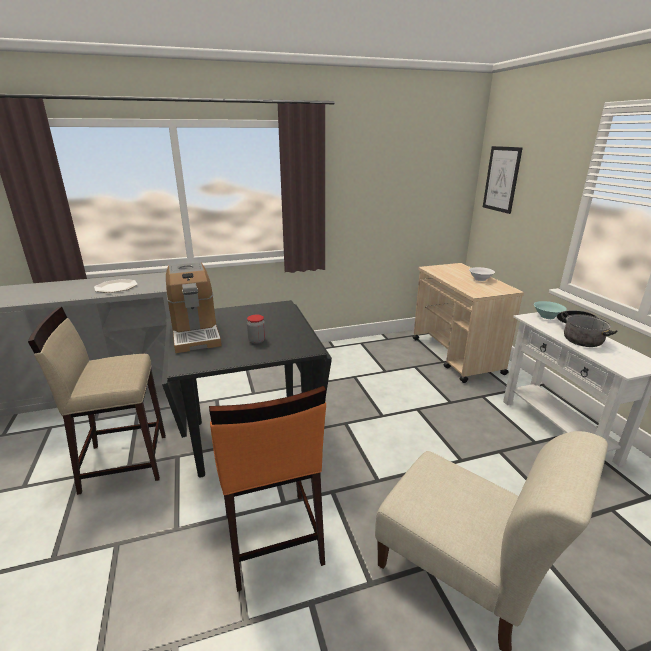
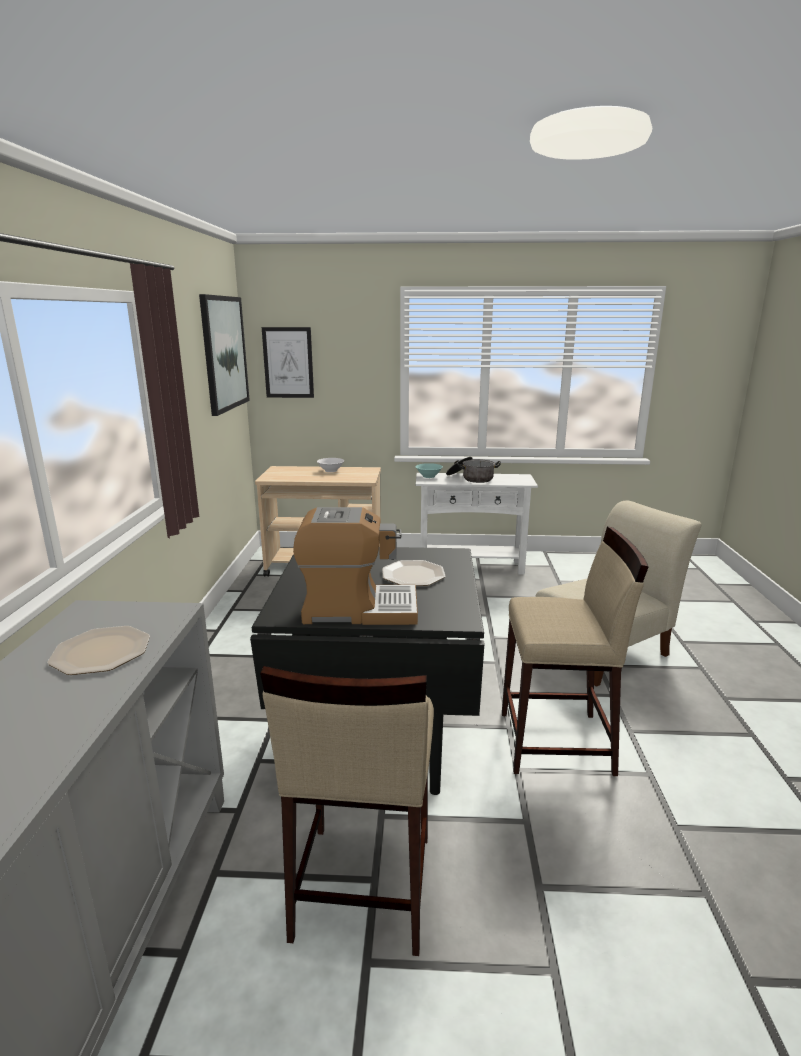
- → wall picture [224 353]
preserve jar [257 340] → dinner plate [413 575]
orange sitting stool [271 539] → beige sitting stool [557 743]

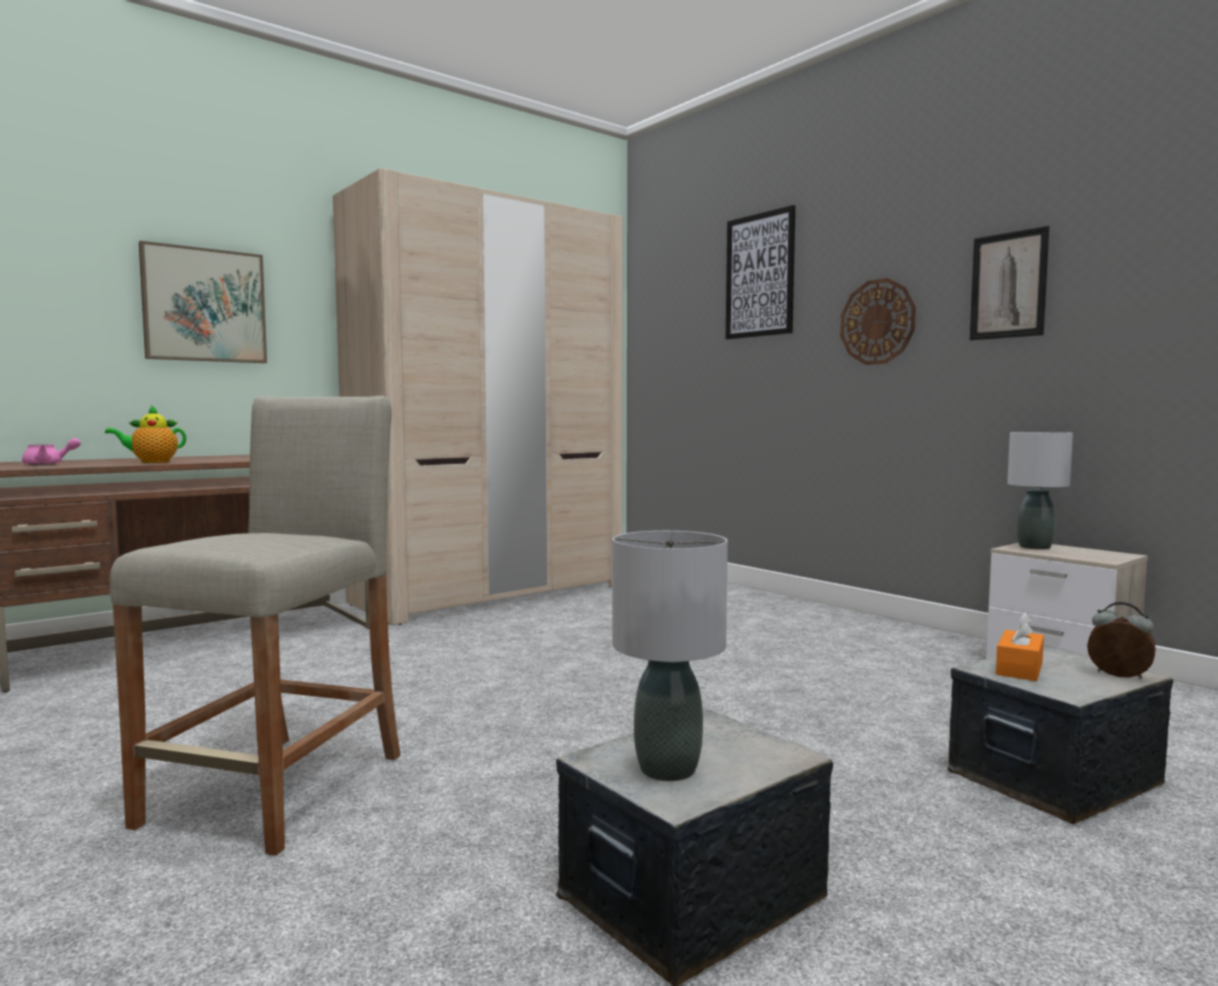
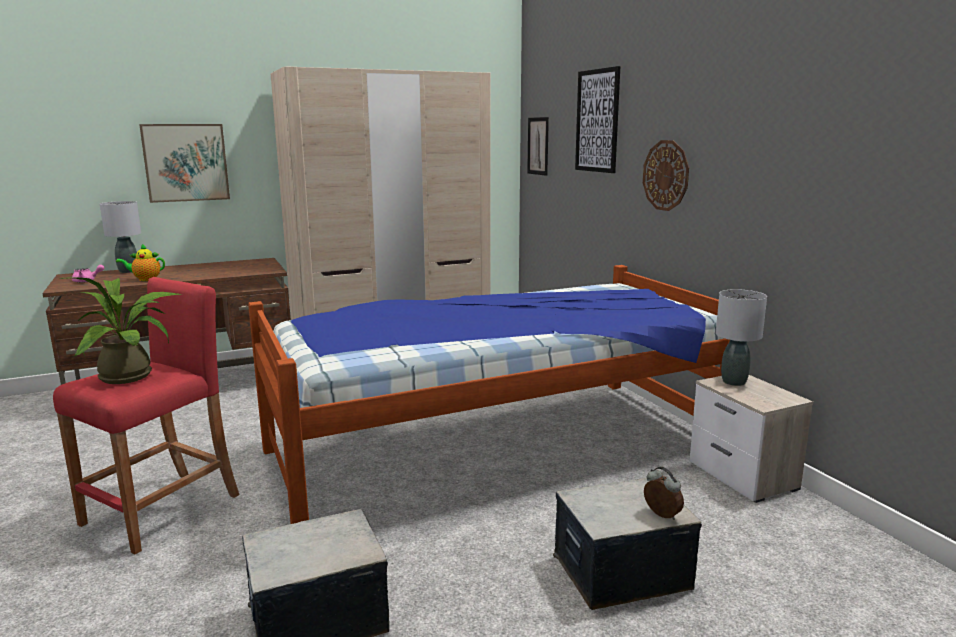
orange box of tissues [1019 668] → -
- → potted plant [133 375]
- → sleeping bed [493 448]
gray tabletop lamp [667 768] → gray tabletop lamp [128 271], moved
wall picture [1008 285] → wall picture [538 146], moved
beige sitting stool [278 789] → red sitting stool [162 510]

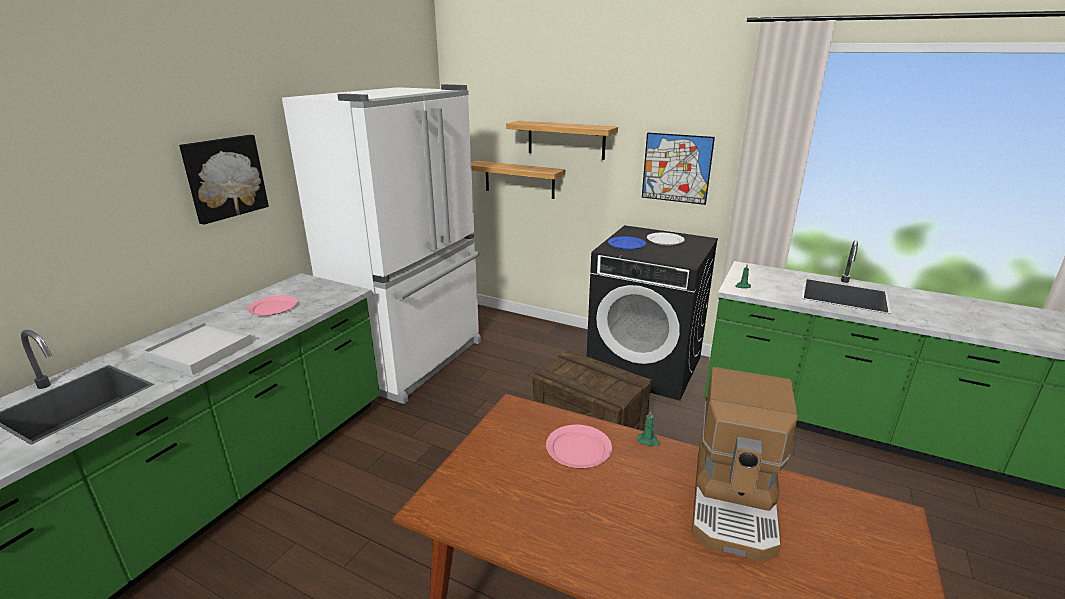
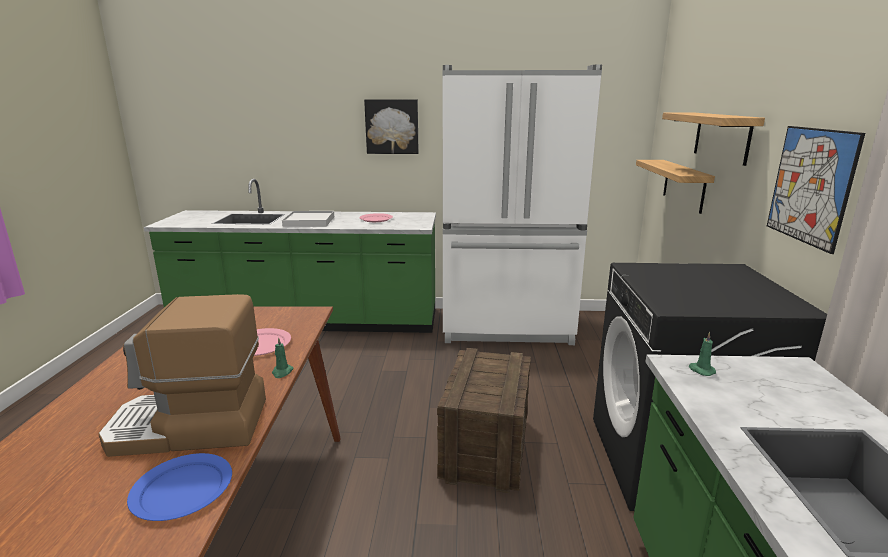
white dinner plate [665 240] → -
blue dinner plate [626 244] → blue dinner plate [183 489], moved

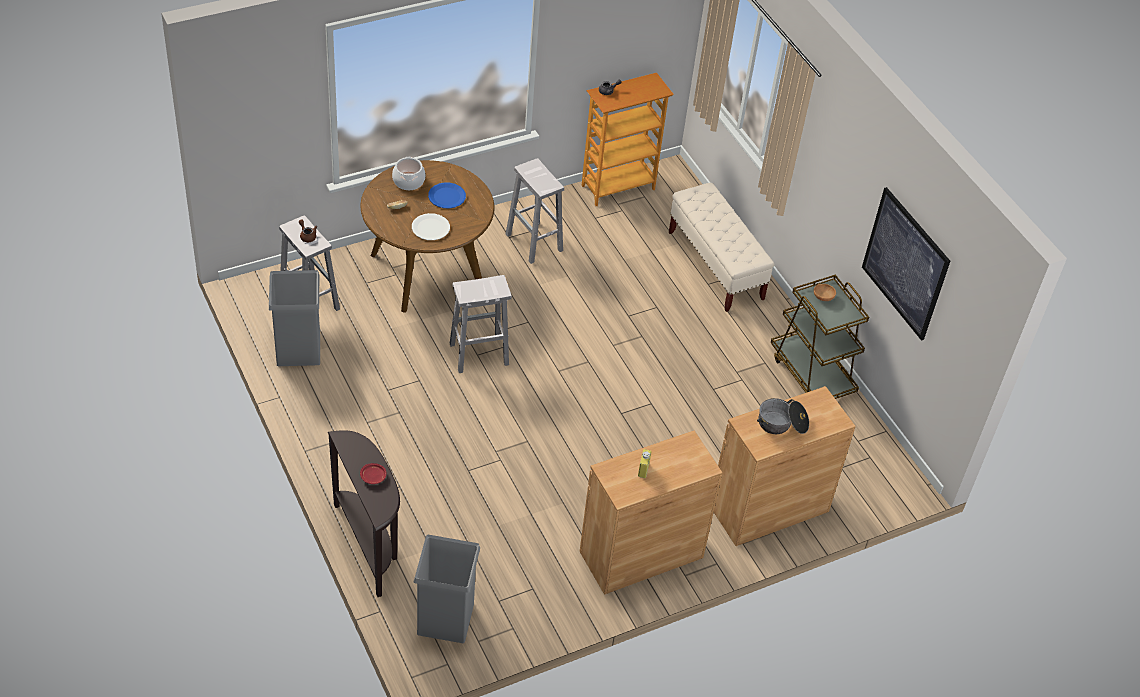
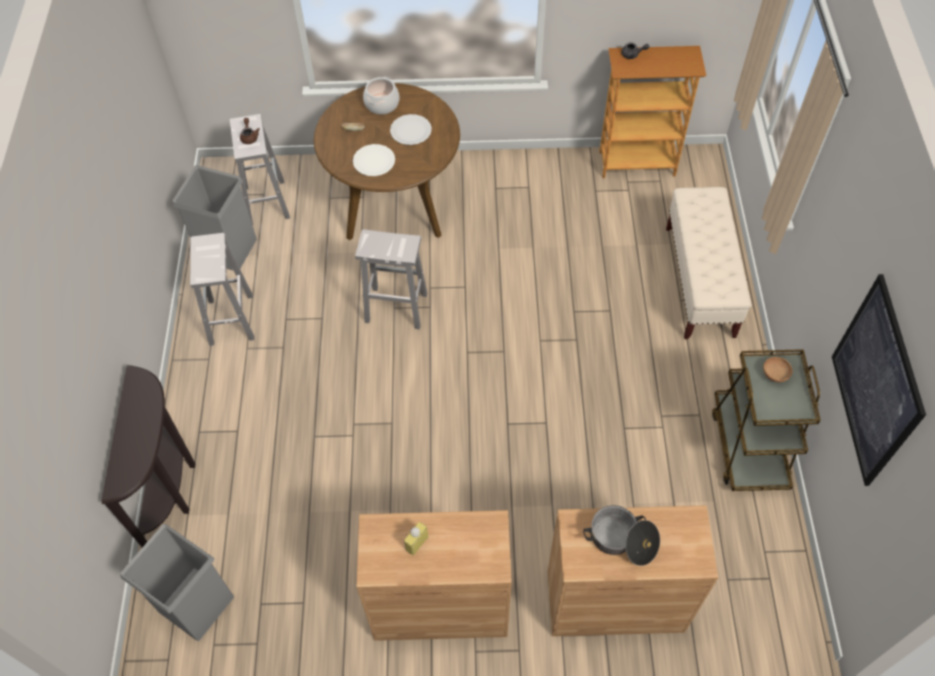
red dinner plate [373 477] → -
white sitting stool [534 243] → white sitting stool [231 320], moved
blue dinner plate [446 196] → white dinner plate [410 130]

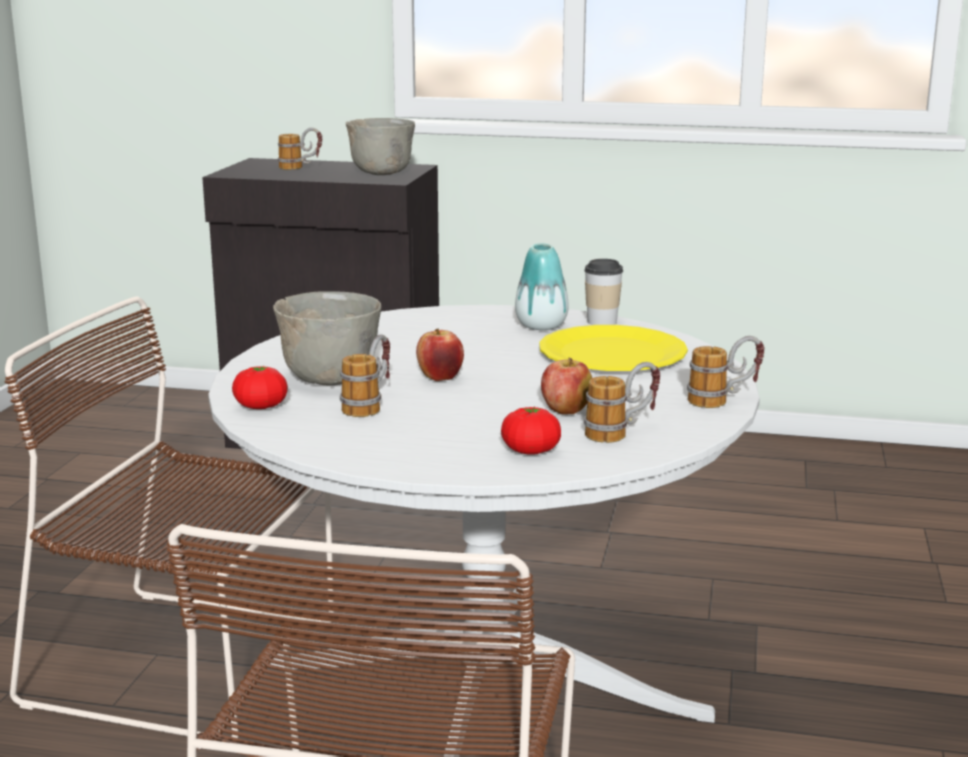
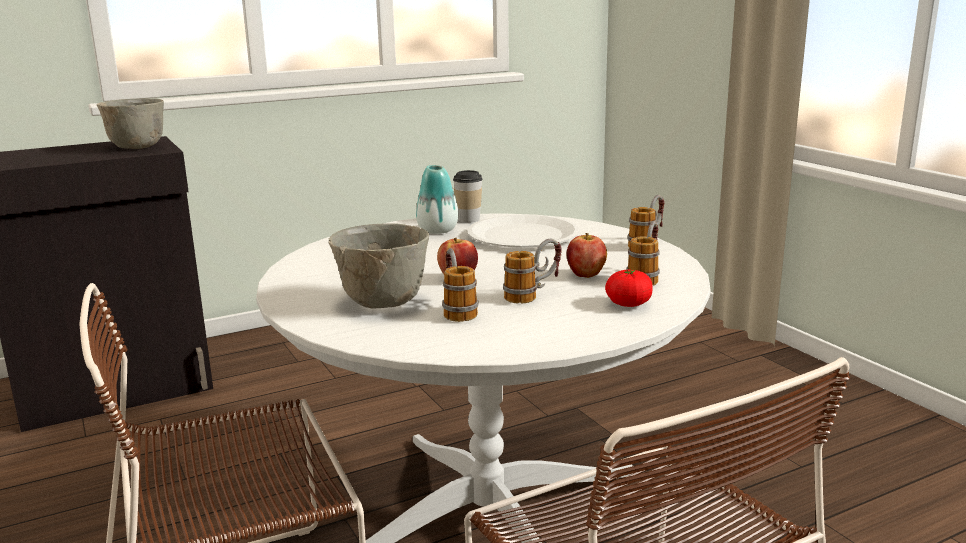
whole tomato [261 406] → -
coffee mug [301 168] → coffee mug [533 295], moved
yellowish dinner plate [612 354] → white dinner plate [523 235]

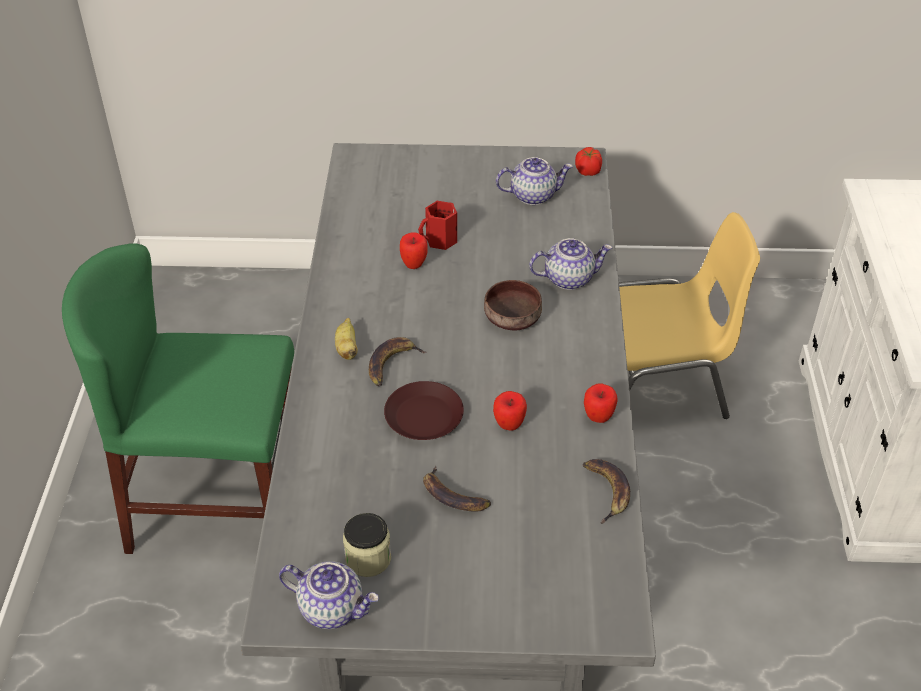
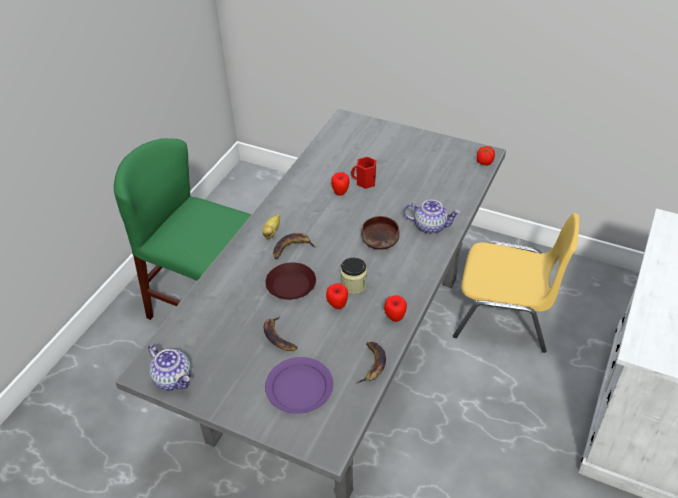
pot for tea [533 195] → -
- → purple-coloured dinner plate [300 387]
preserve jar [368 558] → preserve jar [353 285], moved

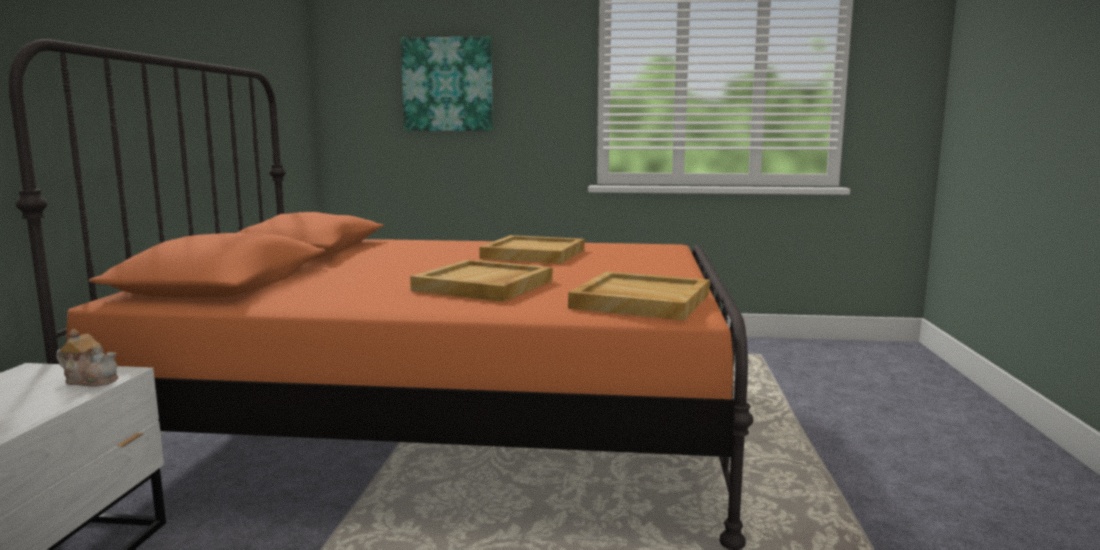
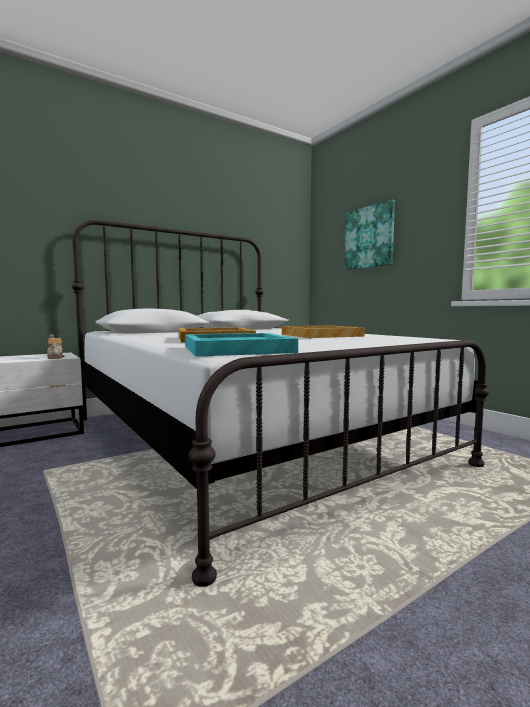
orange sleeping bed [447 425] → white sleeping bed [246 438]
beige tray [639 301] → turquoise tray [236 349]

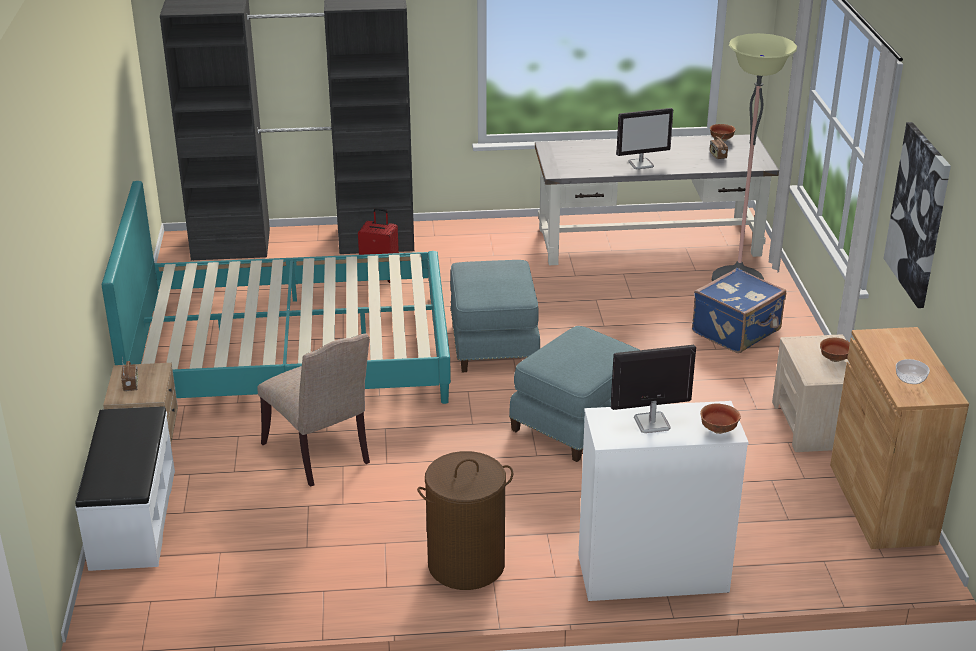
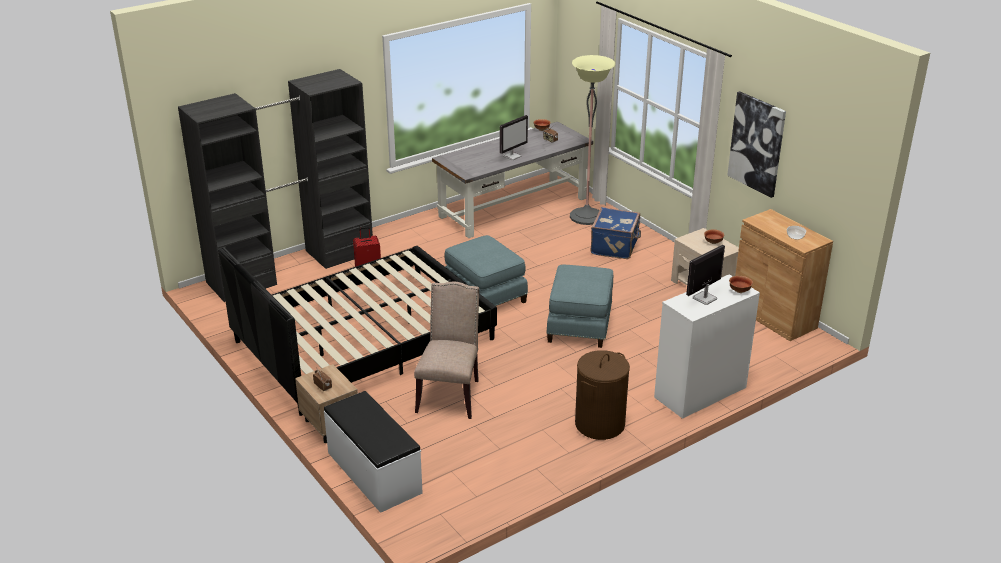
turquoise sleeping bed [292 353] → black sleeping bed [364 340]
beige upright chair [320 454] → beige upright chair [450 394], 105 degrees counterclockwise

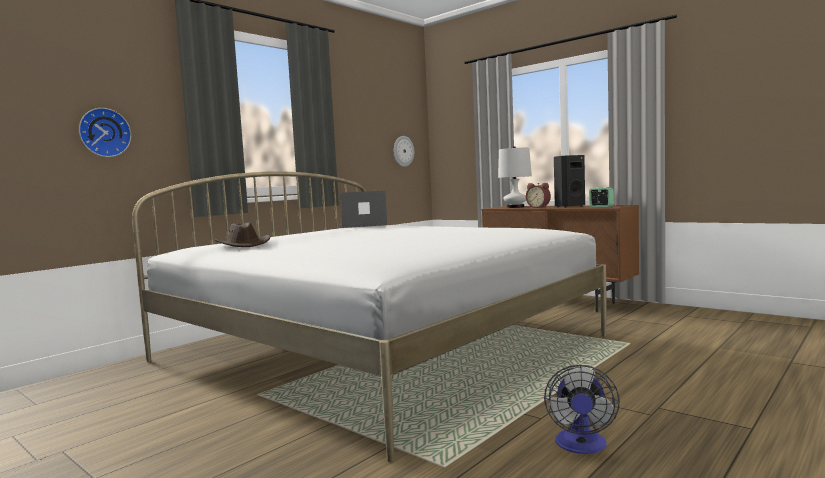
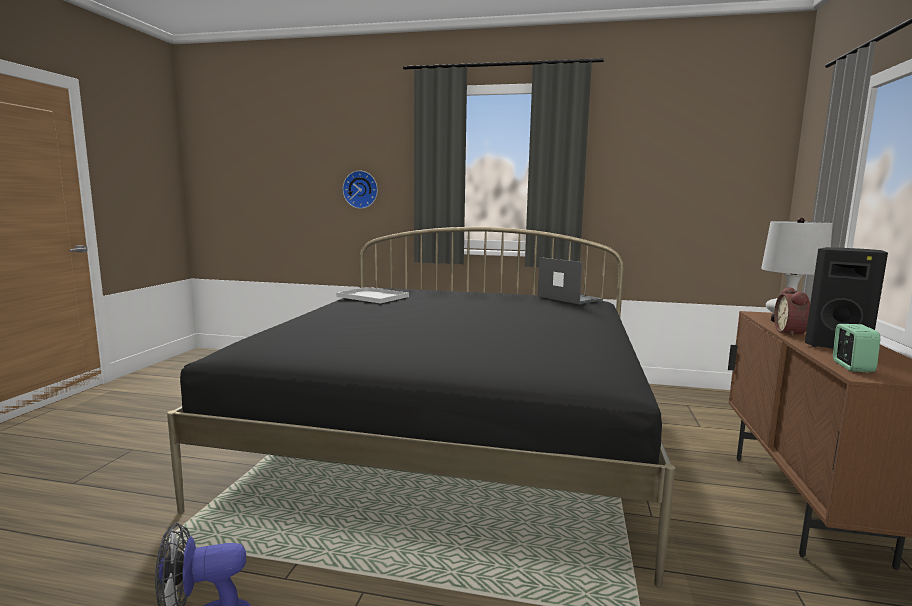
clock on the wall [403 151] → -
brown-coloured hat [244 245] → white tray [374 297]
white sleeping bed [378 348] → black sleeping bed [453 433]

